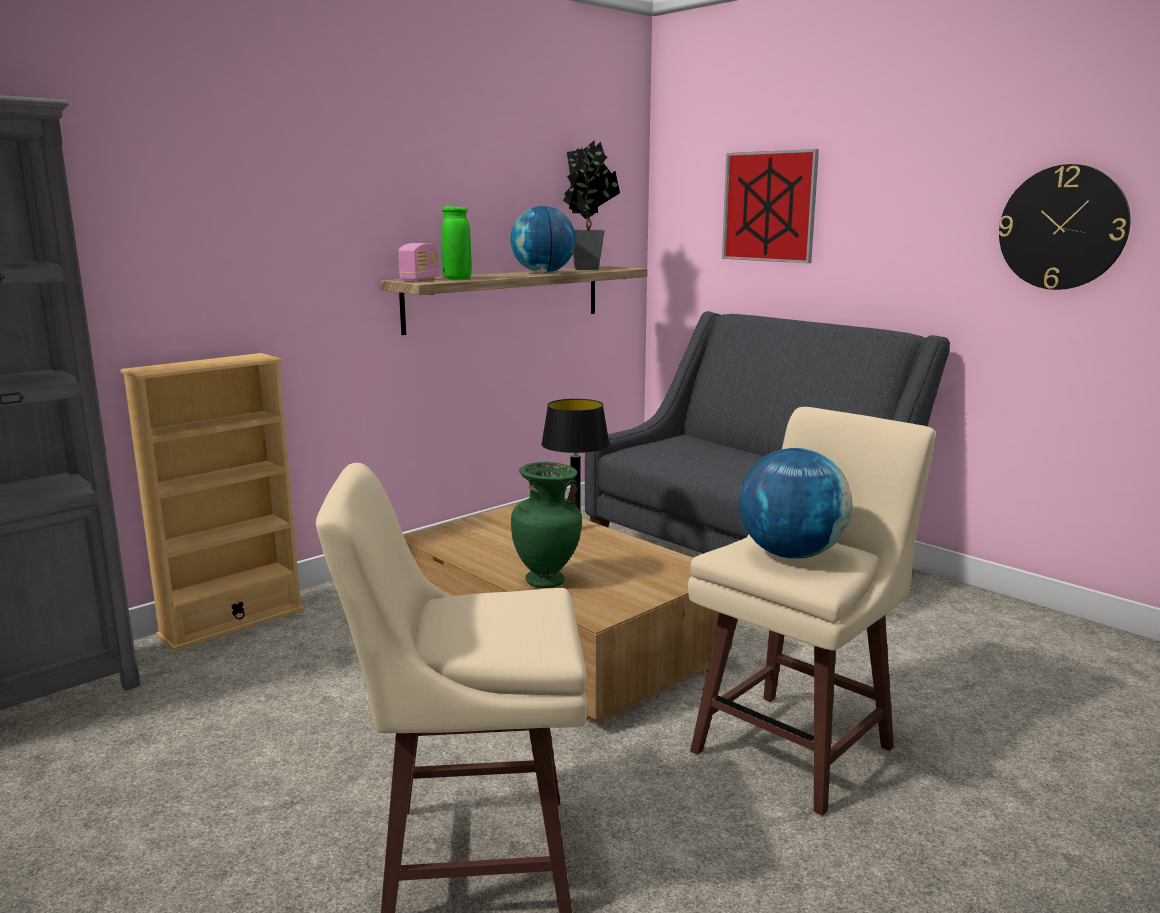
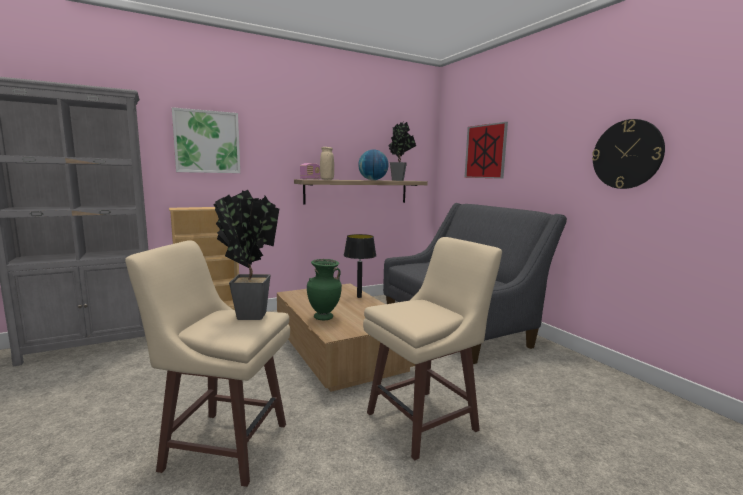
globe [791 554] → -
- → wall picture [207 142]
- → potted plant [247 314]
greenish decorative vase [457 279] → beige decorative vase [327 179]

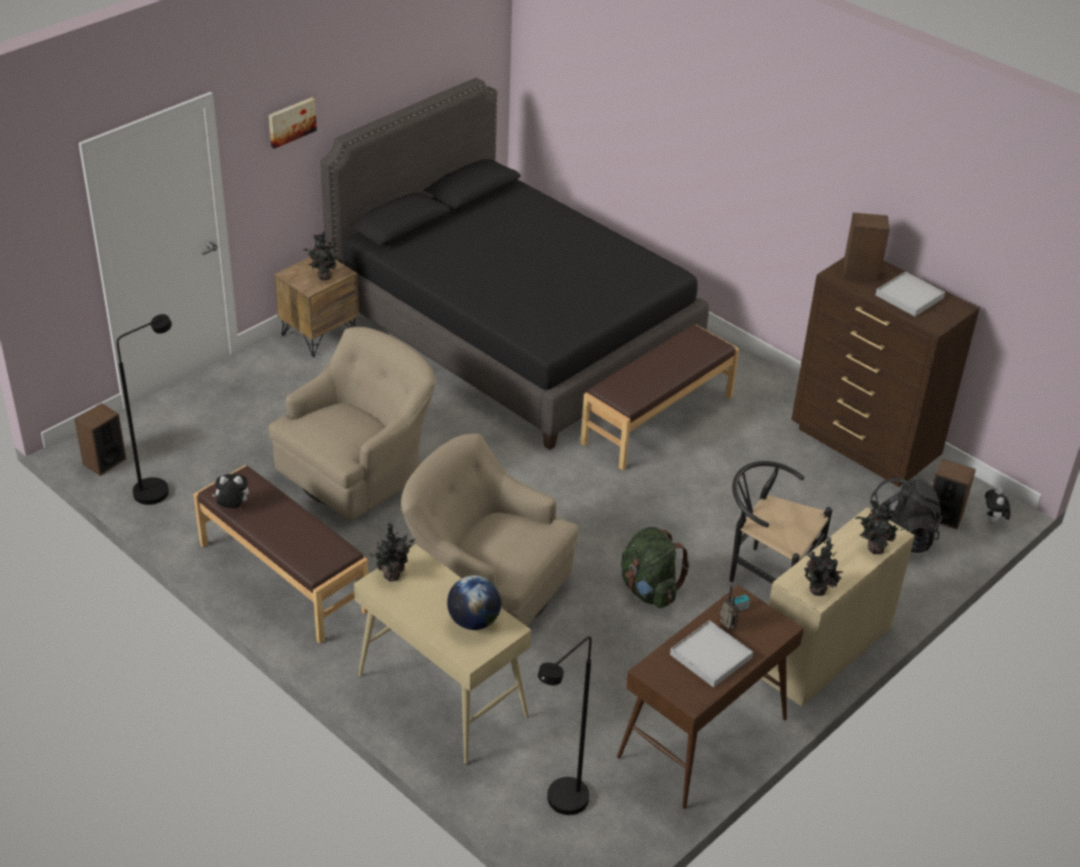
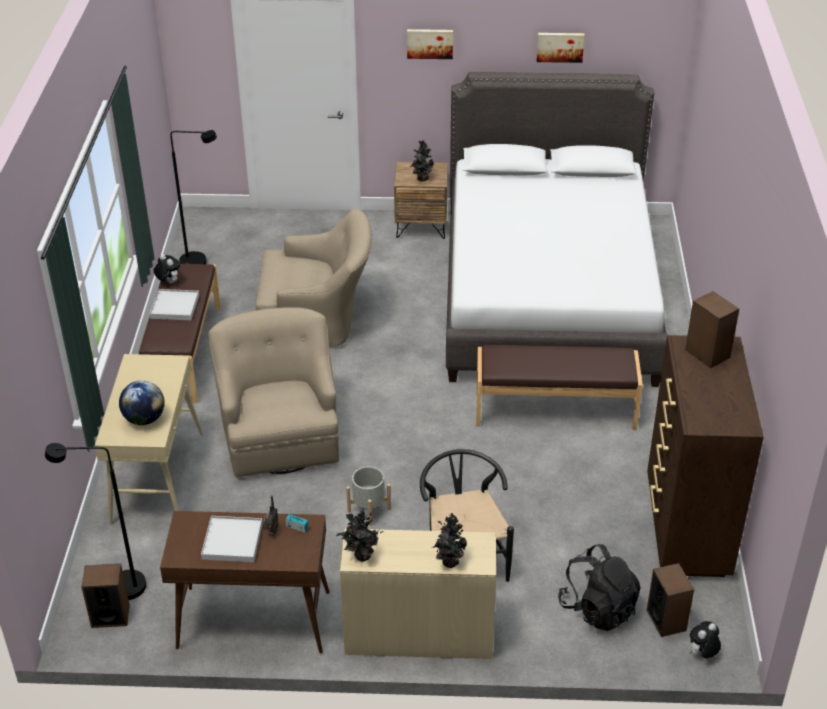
potted plant [393 574] → -
- → wall picture [560 46]
audio speaker [104 461] → audio speaker [110 616], moved
white tray [909 296] → white tray [174 307], moved
greenish rucksack [649 590] → gray plant pot [369 510]
black sleeping bed [513 332] → white sleeping bed [547 294]

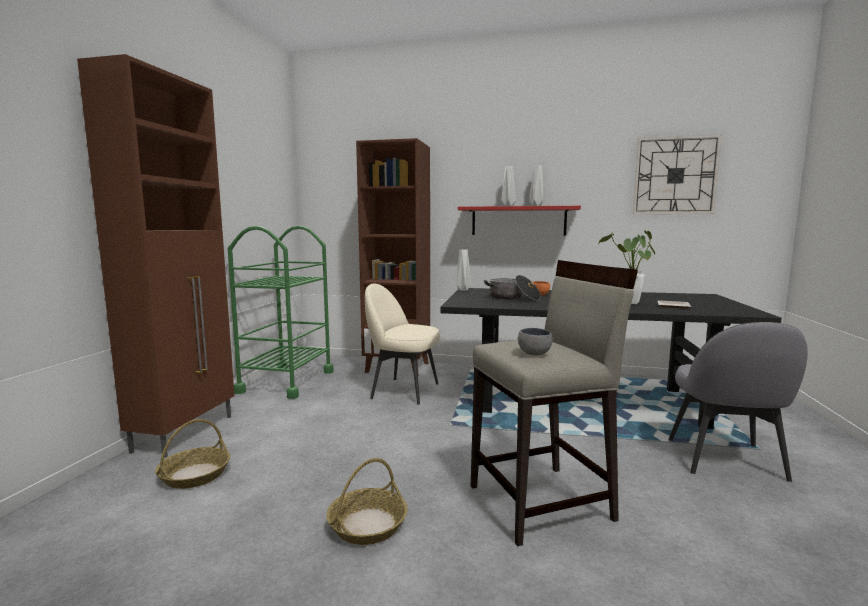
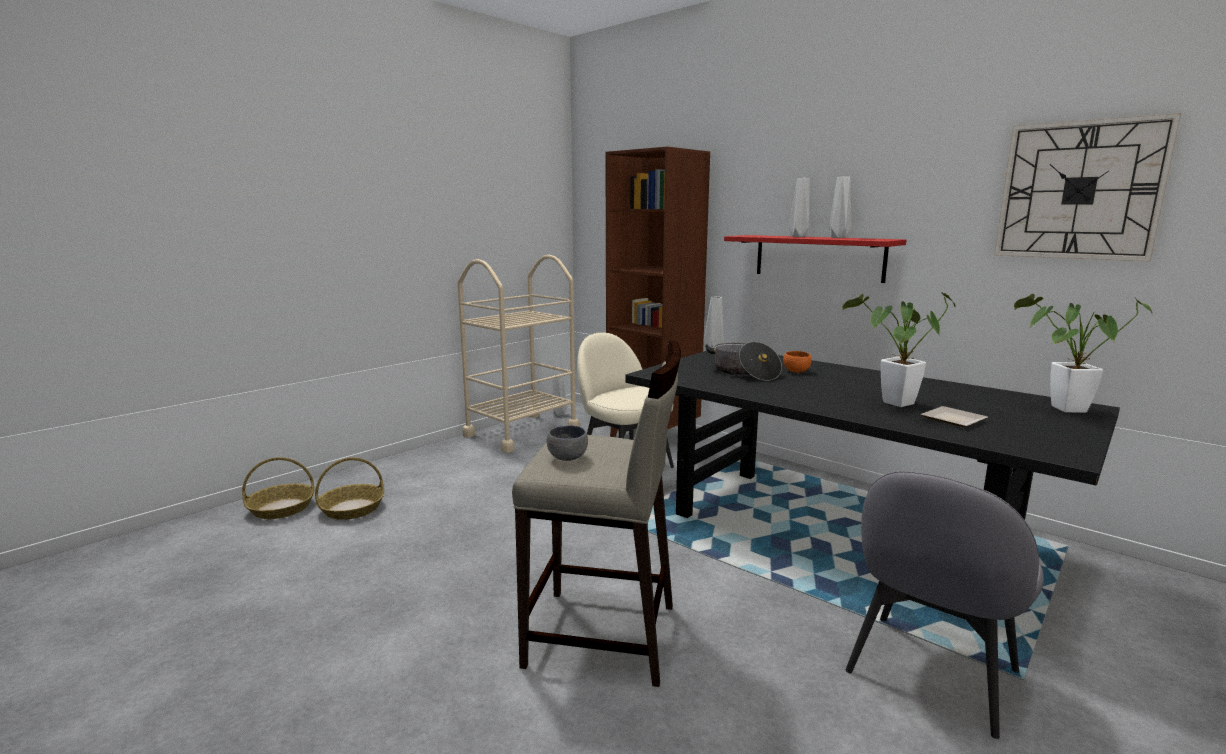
brown-coloured cabinet [186 433] → -
- → potted plant [1061 409]
household basket [368 525] → household basket [282 508], moved
greenish trolley [286 381] → beige trolley [521 432]

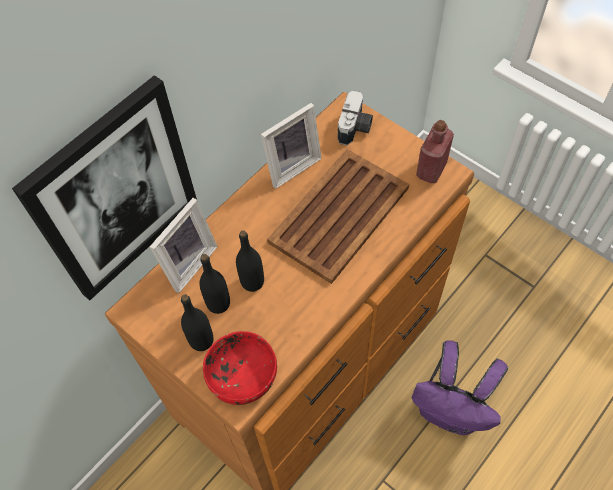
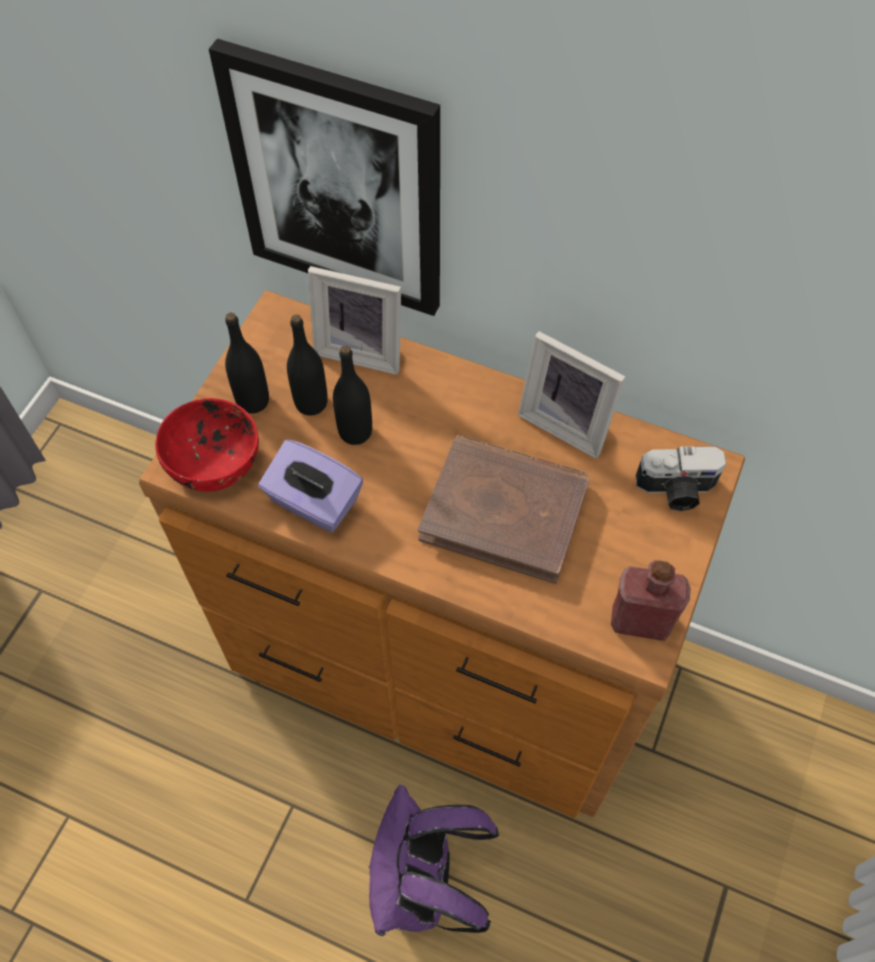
- → purple-coloured box of tissues [313 502]
brown-coloured tray [340 214] → brown-coloured bound book [504 510]

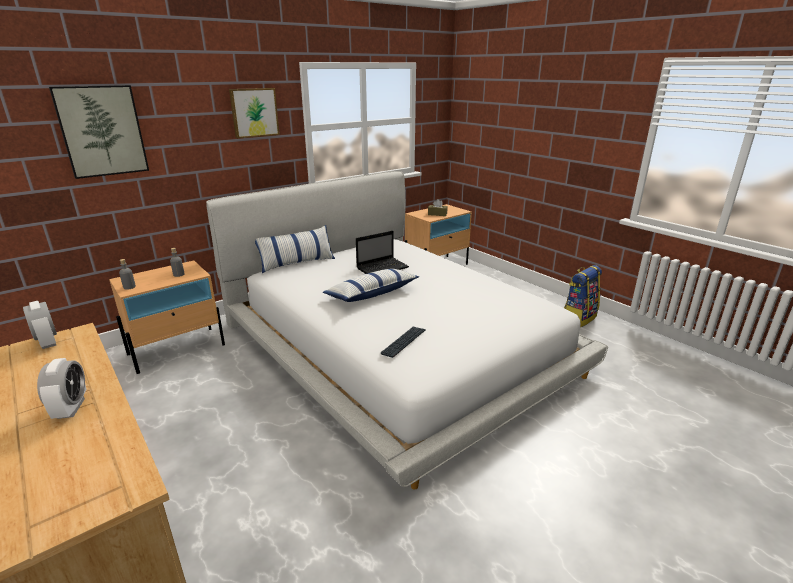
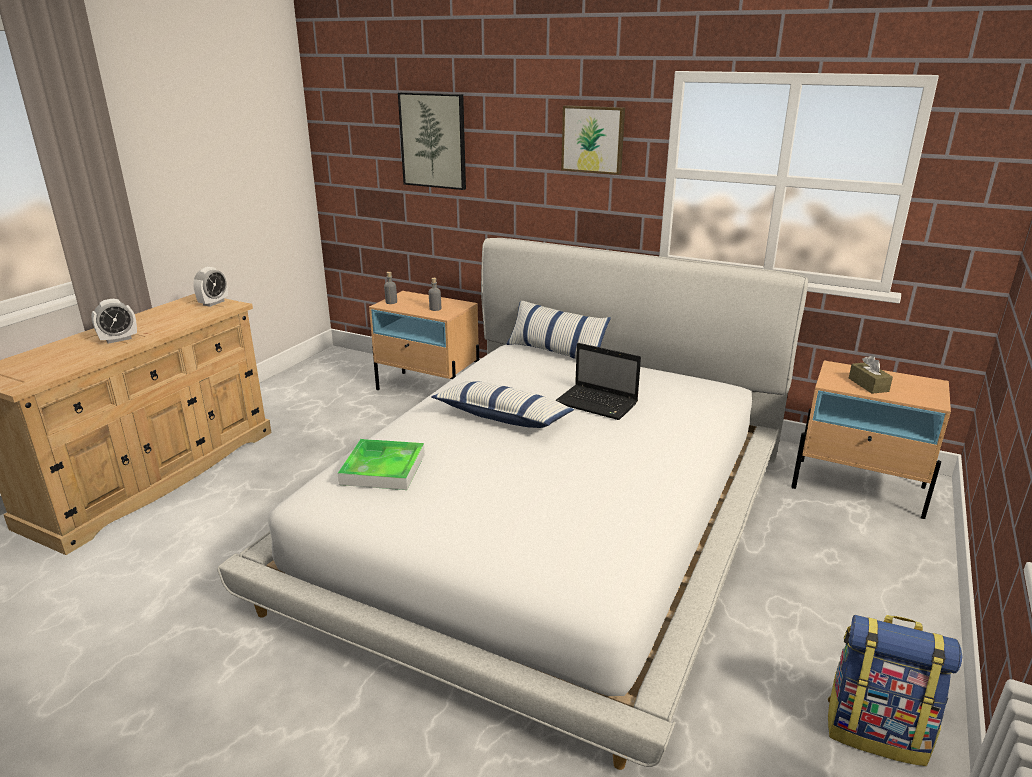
PC keyboard [403 342] → tray [383 469]

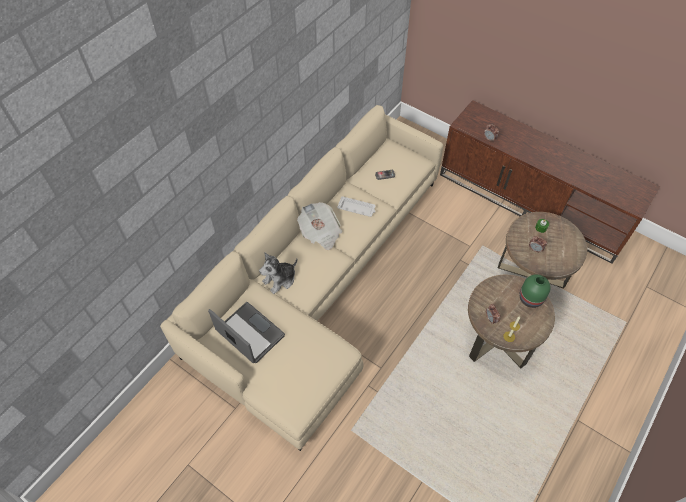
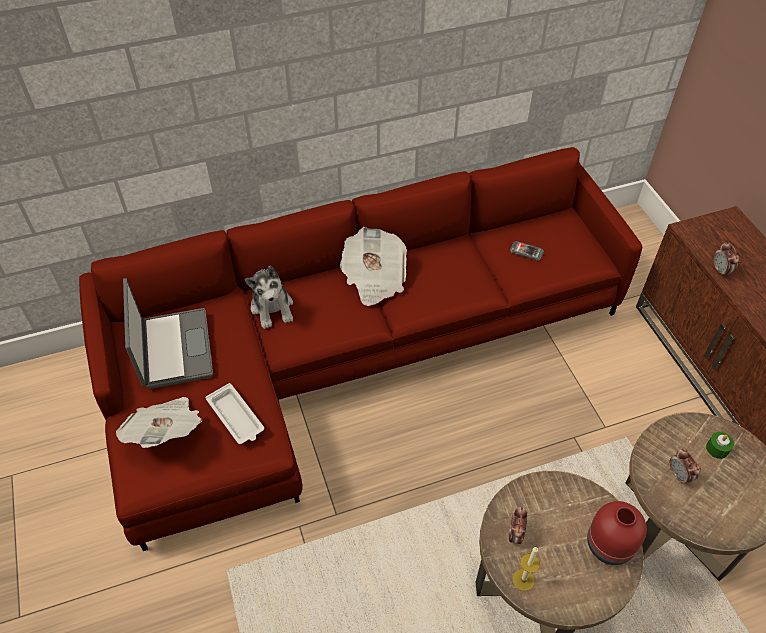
- → newspaper [166 432]
white tray [357 208] → white tray [236 417], moved
beige sofa [318 283] → red sofa [347 354]
greenish decorative vase [530 298] → red decorative vase [609 543]
cuddly toy [280 279] → cuddly toy [272 308], 105 degrees counterclockwise

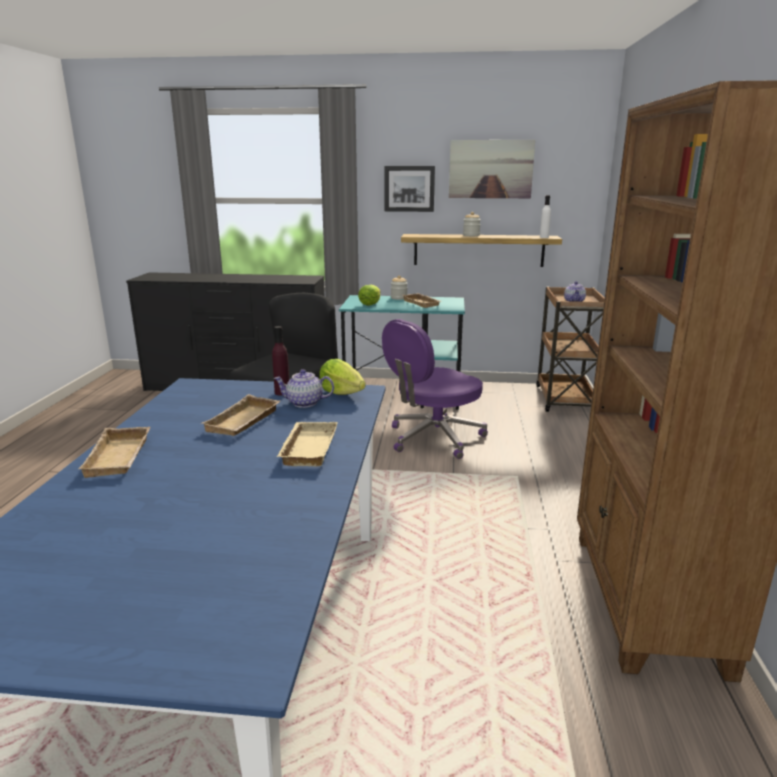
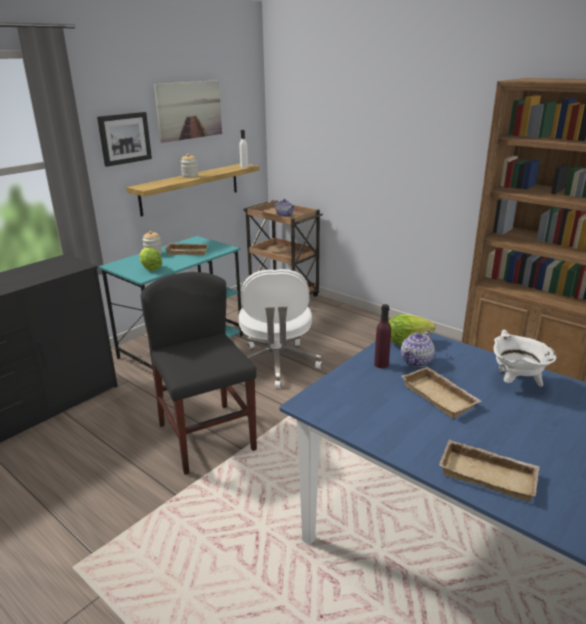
beige tray [307 448] → white saucepot [516 383]
purple-coloured desk chair [433 438] → white desk chair [276 364]

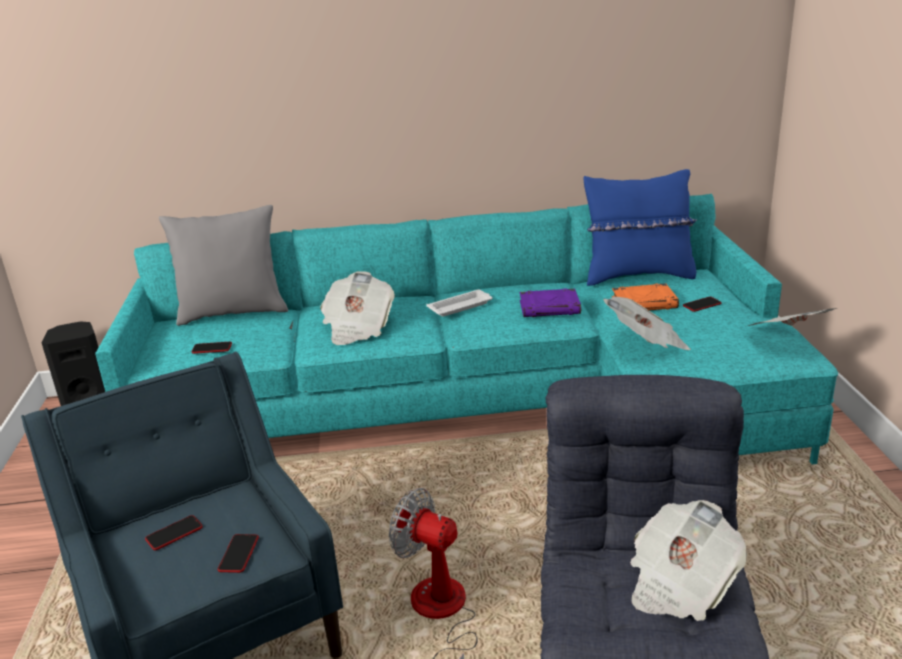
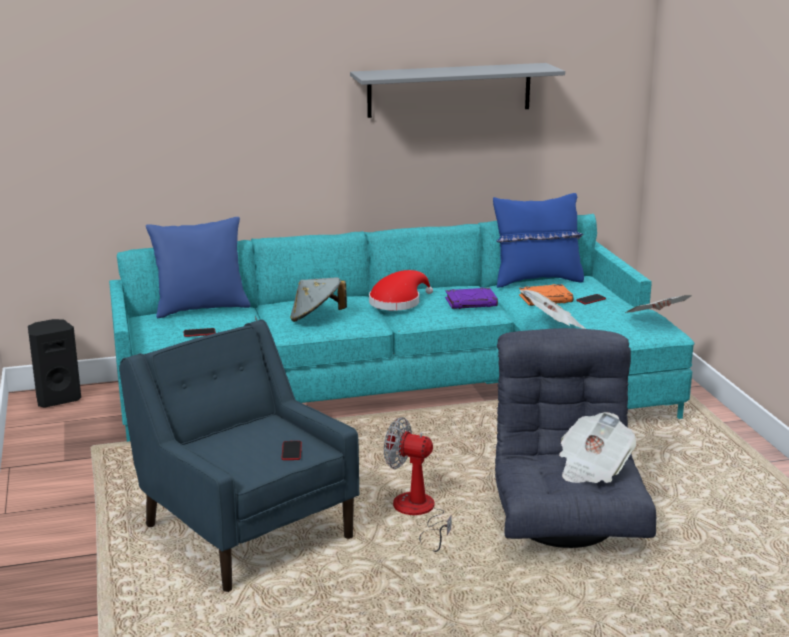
handset [174 533] → -
- → gray bracket shelf [449 90]
newspaper [357 327] → gray hat [316 318]
white tray [461 306] → red hat [398 302]
gray pillow [233 312] → blue pillow [201 308]

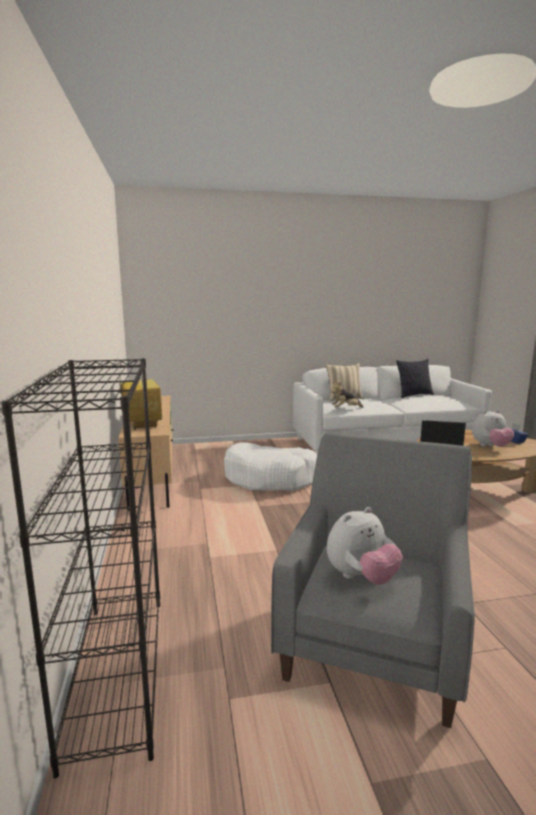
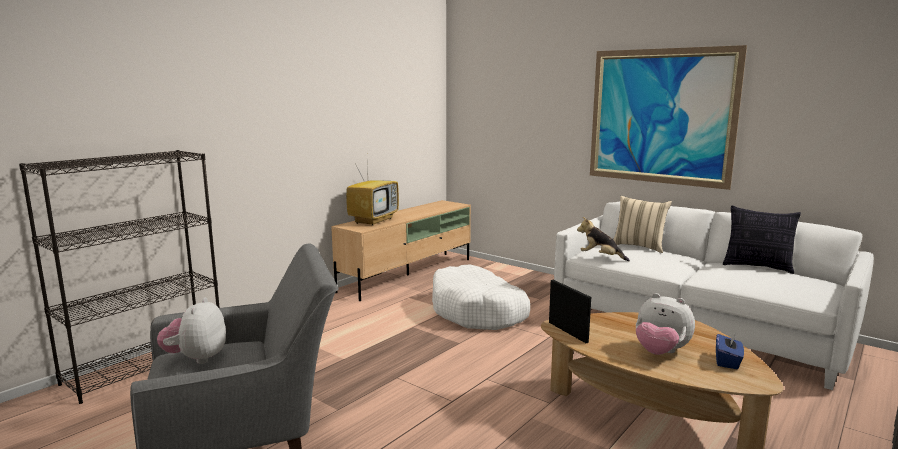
- → wall picture [660 116]
cuddly toy [361 578] → cuddly toy [196 358], 75 degrees clockwise

